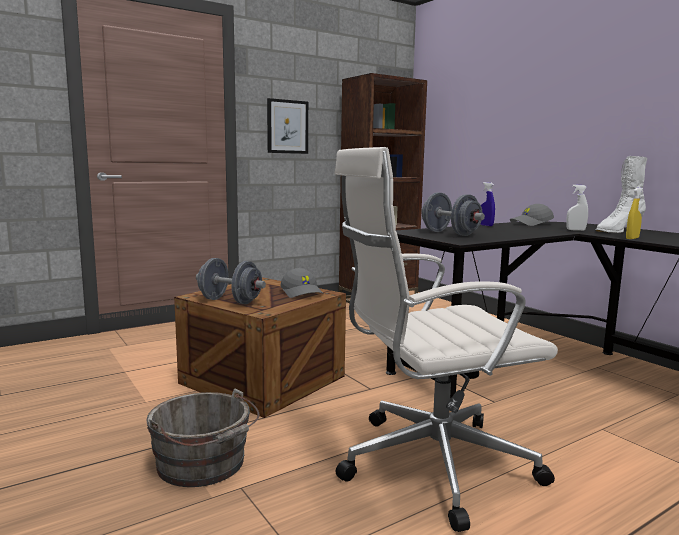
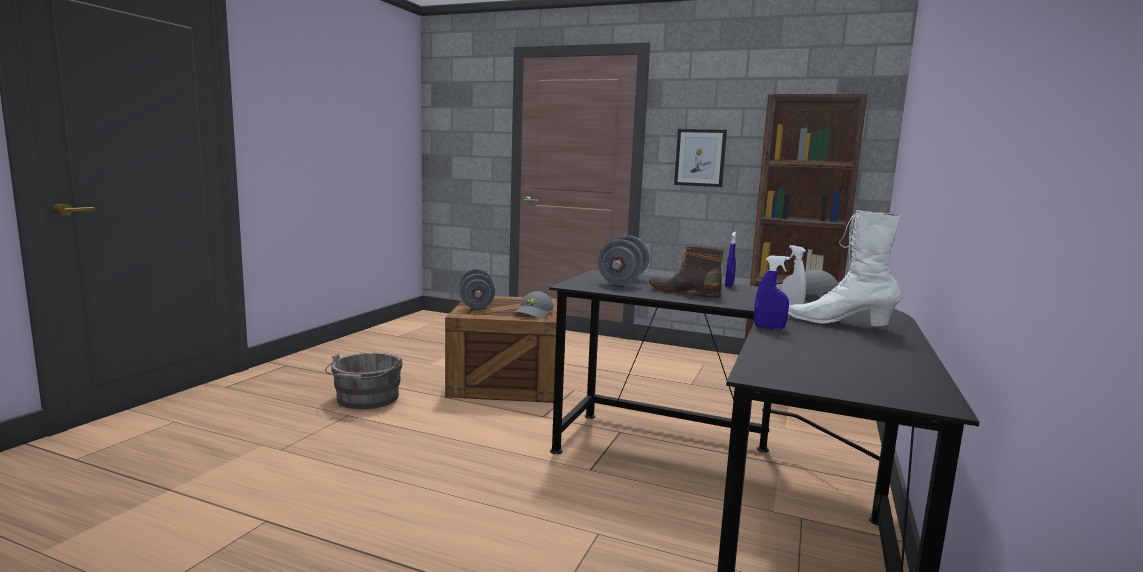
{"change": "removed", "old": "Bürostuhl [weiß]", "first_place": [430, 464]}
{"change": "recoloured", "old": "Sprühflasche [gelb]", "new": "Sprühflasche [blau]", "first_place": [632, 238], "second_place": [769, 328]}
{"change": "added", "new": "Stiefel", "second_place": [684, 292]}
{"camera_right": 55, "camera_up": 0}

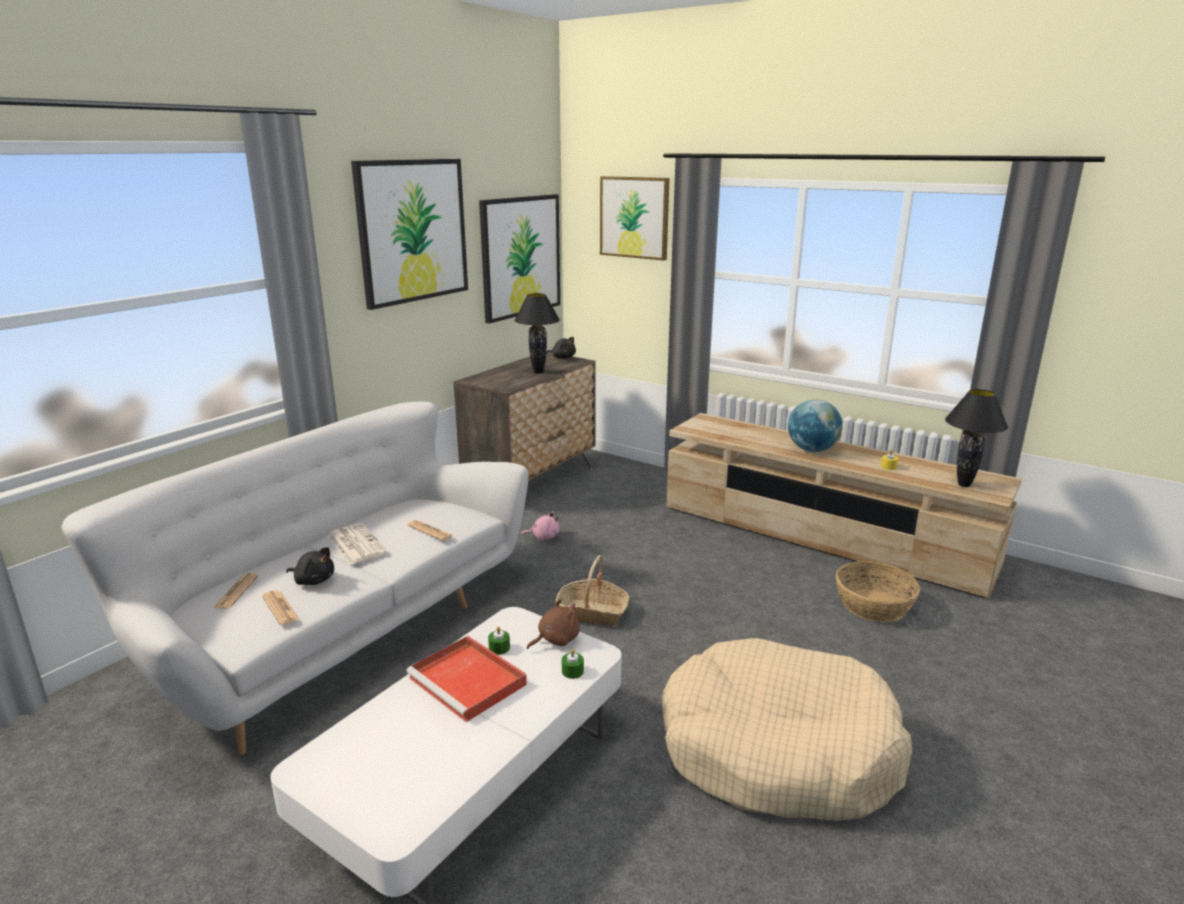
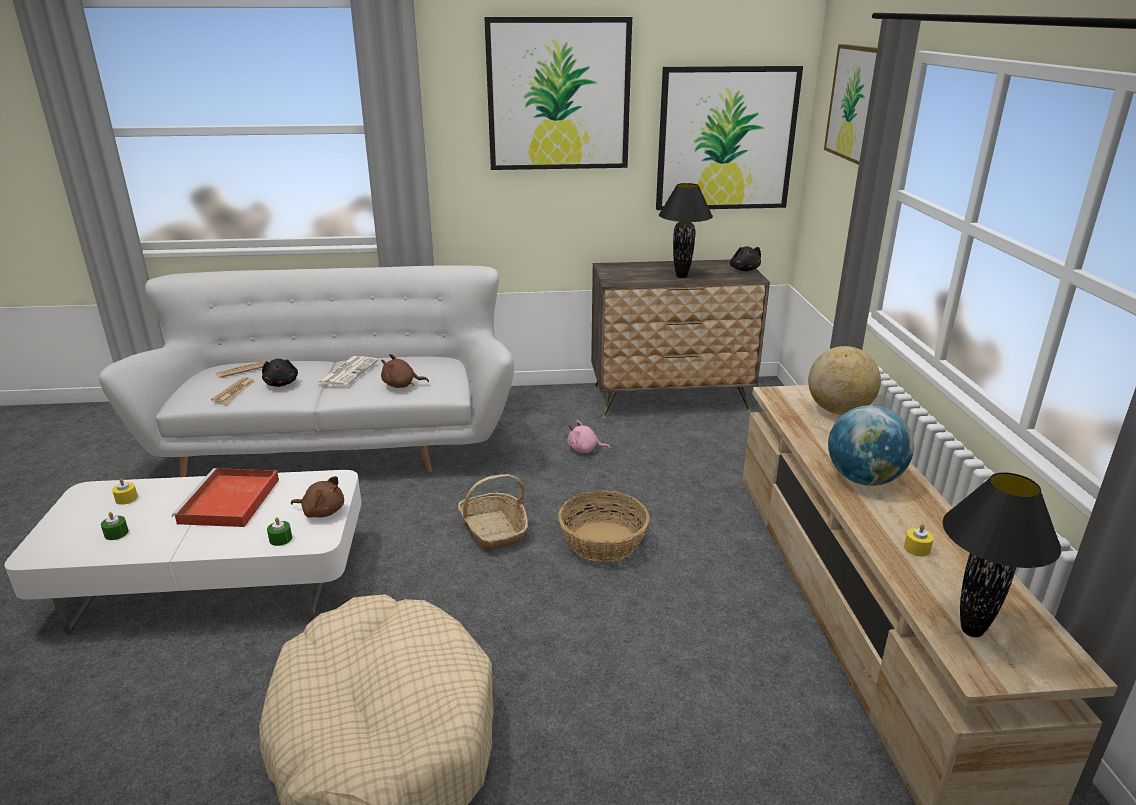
{"change": "replaced", "old": "Zeitung", "new": "Plüschtier [braun]", "first_place": [430, 531], "second_place": [401, 385]}
{"change": "moved", "old": "Kerze [grün]", "first_place": [499, 648], "second_place": [116, 533]}
{"change": "turned", "old": "Plüschtier [rosa]", "first_place": [544, 537], "second_place": [585, 449], "degrees": 135}
{"change": "moved", "old": "Korb", "first_place": [874, 605], "second_place": [603, 542]}
{"change": "added", "new": "Kerze [gelb]", "second_place": [126, 498]}
{"change": "added", "new": "Globus", "second_place": [839, 411]}
{"camera_right": 50, "camera_up": 5}

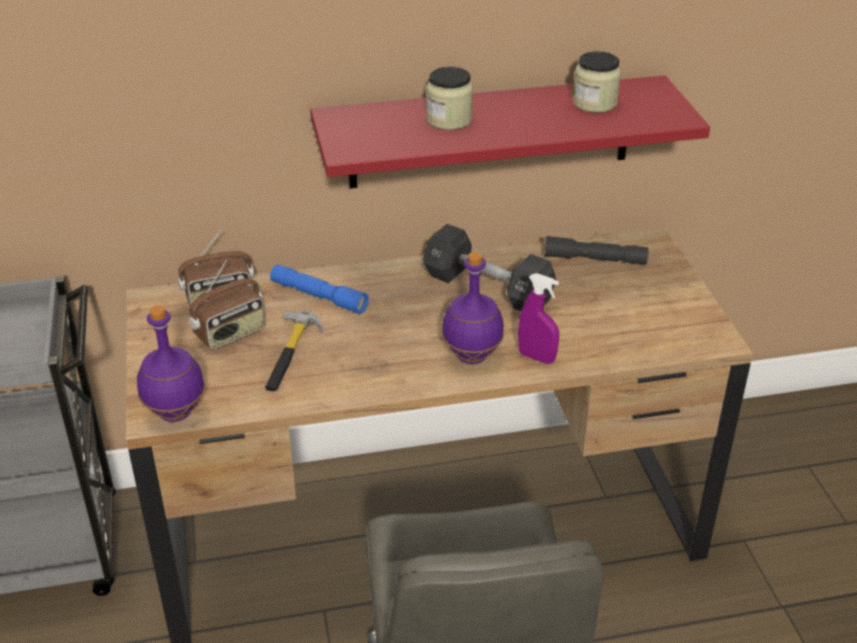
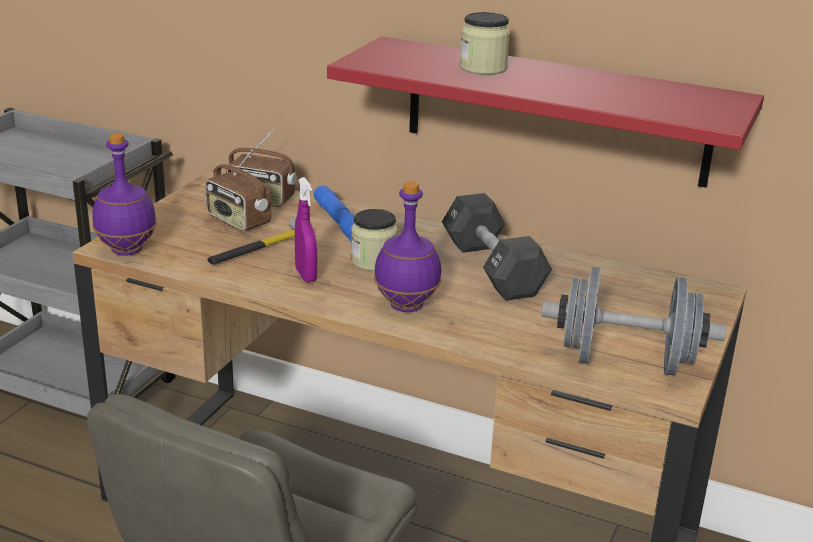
{"change": "turned", "old": "Radio", "first_place": [230, 334], "second_place": [238, 221], "degrees": 45}
{"change": "moved", "old": "Sprühflasche [lila]", "first_place": [536, 357], "second_place": [306, 275]}
{"change": "removed", "old": "Taschenlampe [grau]", "first_place": [595, 259]}
{"change": "moved", "old": "Vorratsglas", "first_place": [594, 103], "second_place": [373, 261]}
{"change": "added", "new": "Hantel [grau]", "second_place": [626, 362]}
{"camera_right": 35, "camera_up": -10}

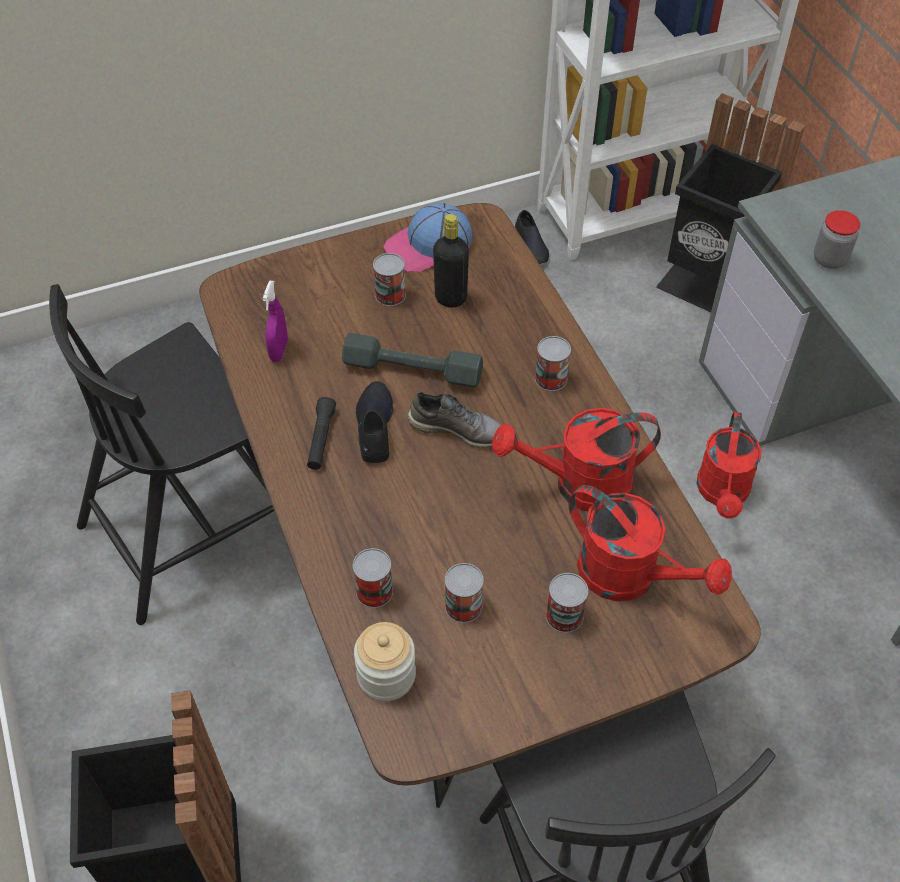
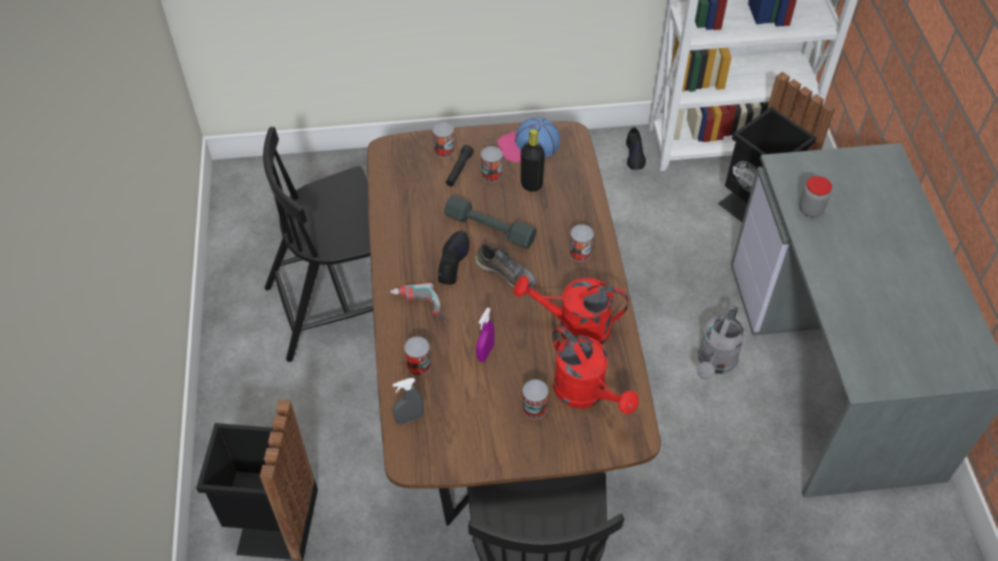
{"change": "moved", "old": "Sprühflasche [lila]", "first_place": [279, 351], "second_place": [485, 353]}
{"change": "moved", "old": "Taschenlampe [schwarz]", "first_place": [321, 439], "second_place": [459, 170]}
{"change": "replaced", "old": "Vorratsglas", "new": "Sprühflasche [grau]", "first_place": [386, 675], "second_place": [409, 418]}
{"change": "moved", "old": "Dose", "first_place": [463, 606], "second_place": [444, 150]}
{"change": "recoloured", "old": "Gießkanne [rot]", "new": "Gießkanne [grau]", "first_place": [723, 494], "second_place": [715, 363]}
{"change": "added", "new": "Bohrmaschine", "second_place": [419, 309]}
{"camera_right": 15, "camera_up": 0}

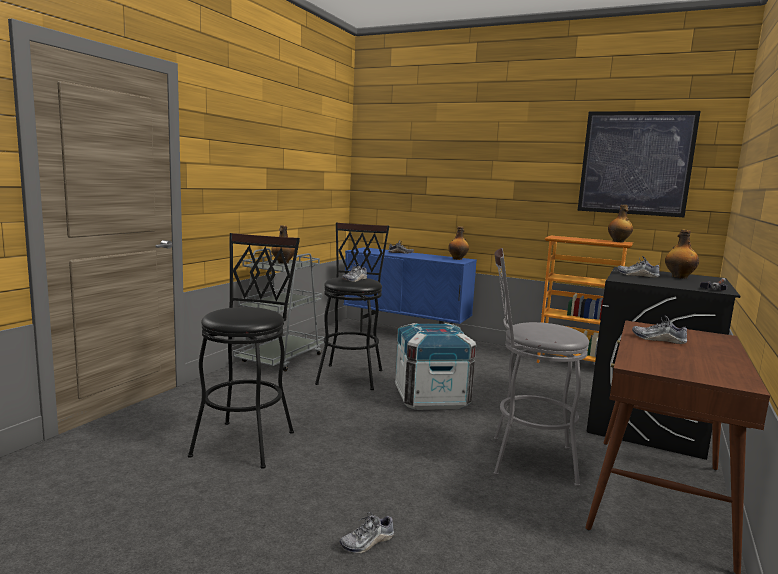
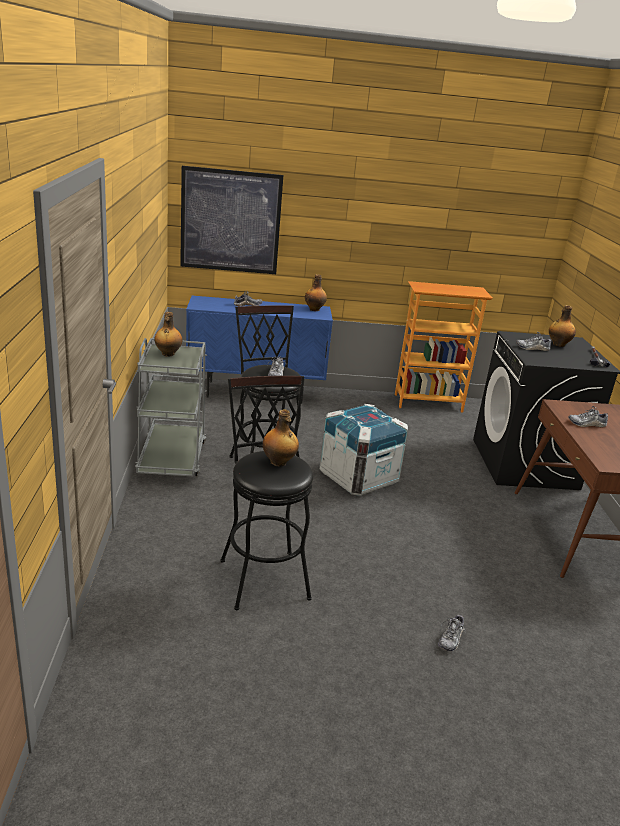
{"change": "removed", "old": "Hocker [grau]", "first_place": [523, 459]}
{"change": "moved", "old": "Bild", "first_place": [635, 163], "second_place": [230, 221]}
{"change": "moved", "old": "Flasche", "first_place": [618, 241], "second_place": [279, 462]}
{"camera_right": -30, "camera_up": 15}

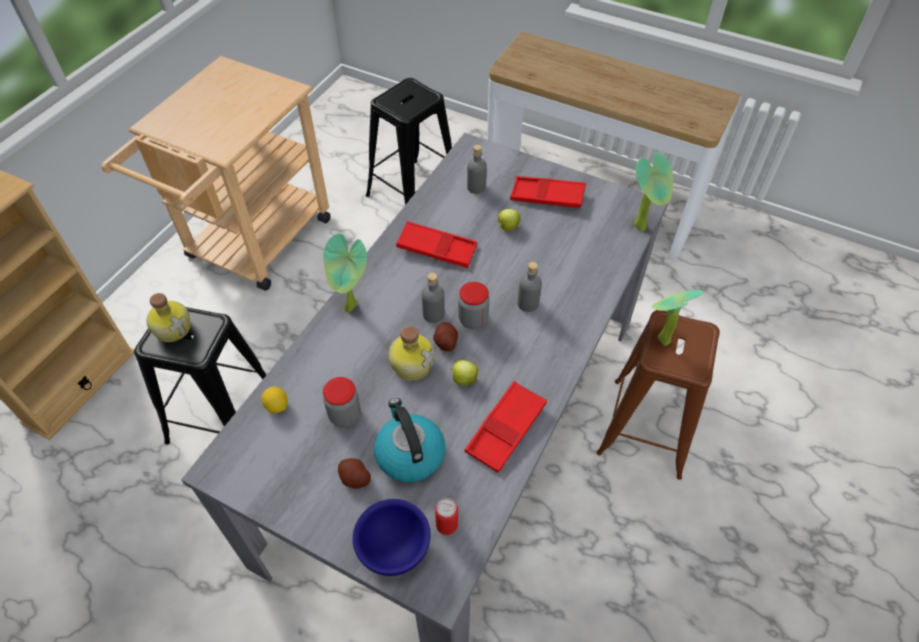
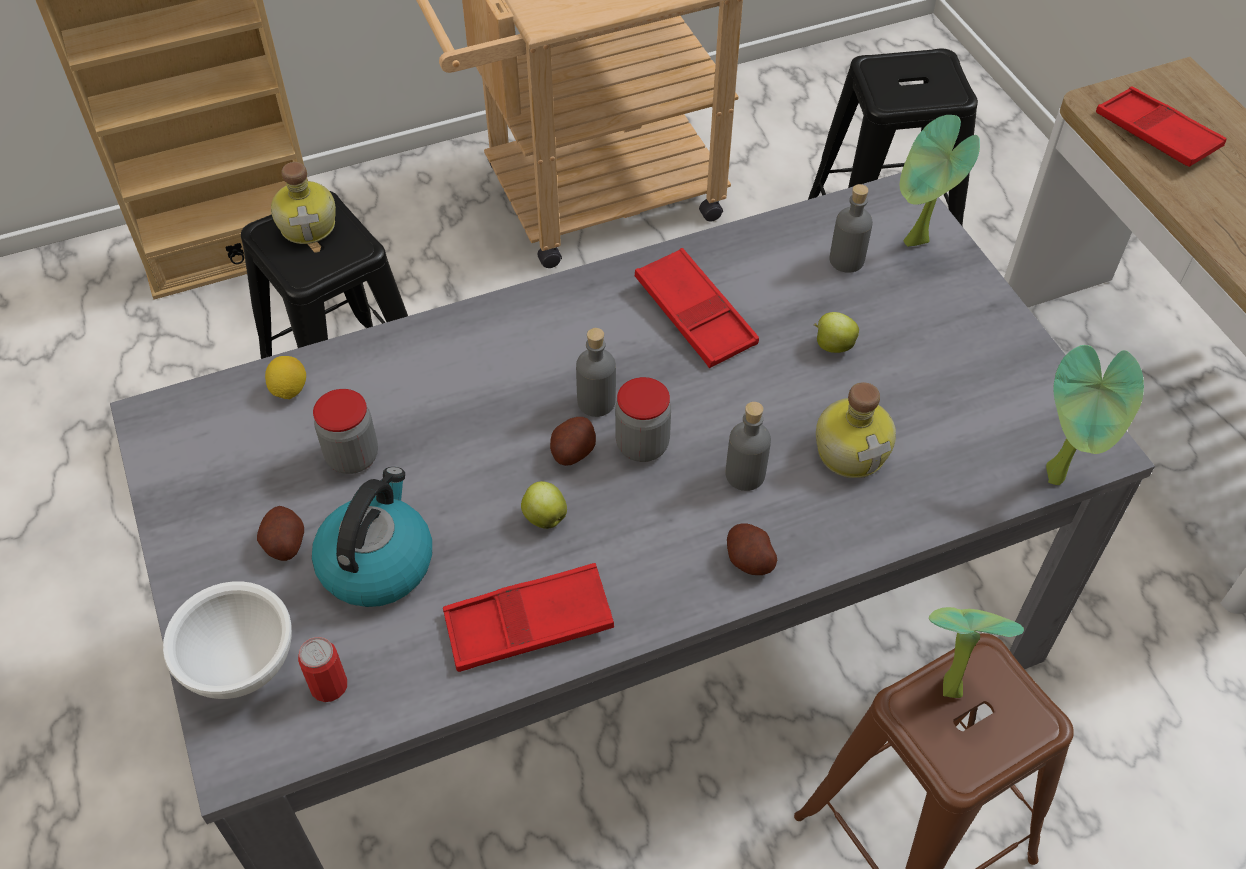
{"change": "moved", "old": "Topfpflanze", "first_place": [352, 309], "second_place": [915, 245]}
{"change": "recoloured", "old": "Schüssel [blau]", "new": "Schüssel [weiß]", "first_place": [395, 548], "second_place": [242, 664]}
{"change": "moved", "old": "Flasche", "first_place": [412, 363], "second_place": [852, 450]}
{"change": "moved", "old": "Tablett [rot]", "first_place": [547, 196], "second_place": [1156, 134]}
{"change": "added", "new": "Kartoffel", "second_place": [749, 560]}
{"camera_right": 40, "camera_up": 0}

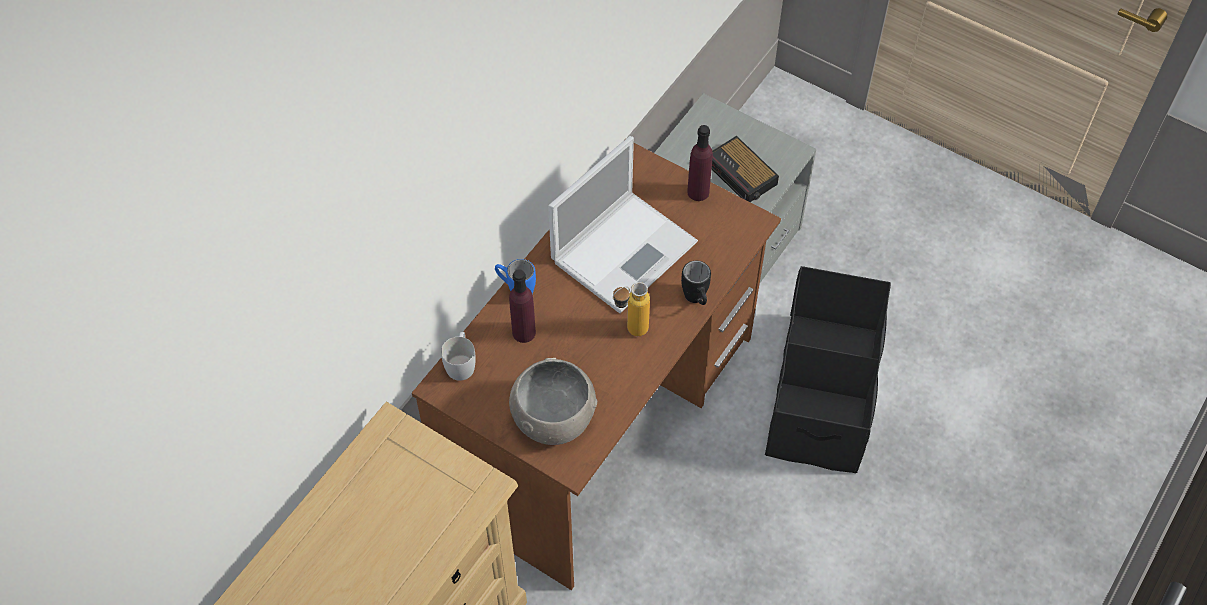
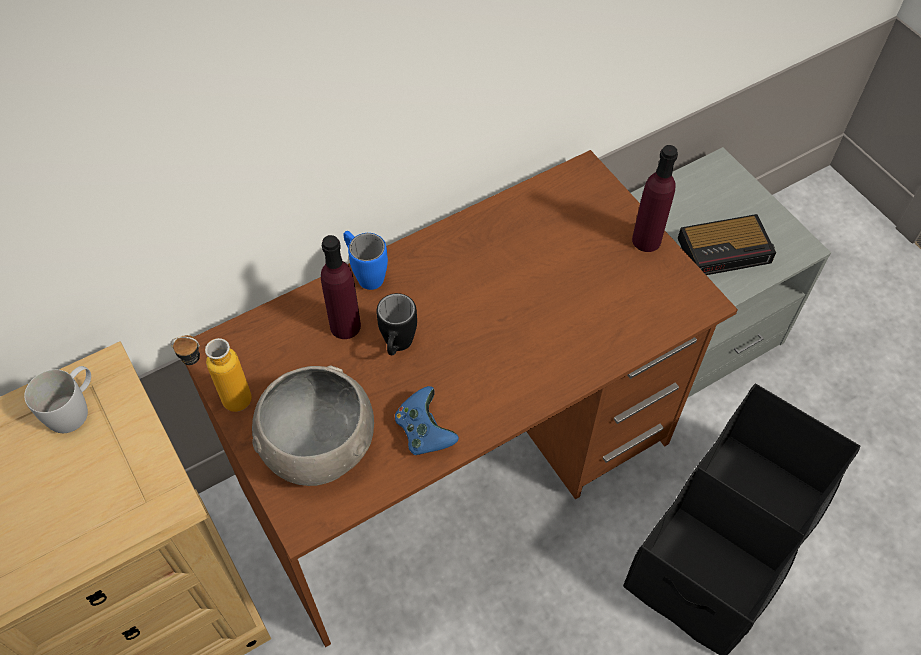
{"change": "moved", "old": "Henkelbecher [weiß]", "first_place": [461, 363], "second_place": [74, 408]}
{"change": "removed", "old": "Laptop", "first_place": [625, 249]}
{"change": "moved", "old": "Flasche", "first_place": [629, 332], "second_place": [224, 400]}
{"change": "moved", "old": "Henkelbecher [schwarz]", "first_place": [696, 300], "second_place": [397, 348]}
{"change": "turned", "old": "Wecker", "first_place": [742, 175], "second_place": [726, 250], "degrees": -90}
{"change": "added", "new": "Gamepad [blau]", "second_place": [424, 431]}
{"camera_right": 25, "camera_up": 0}

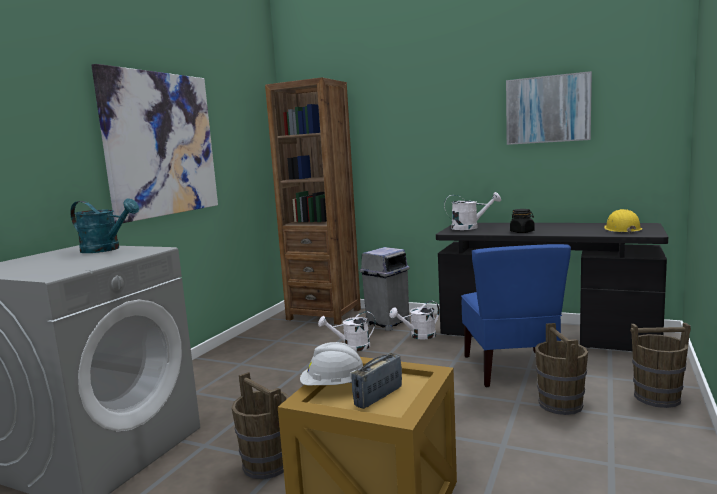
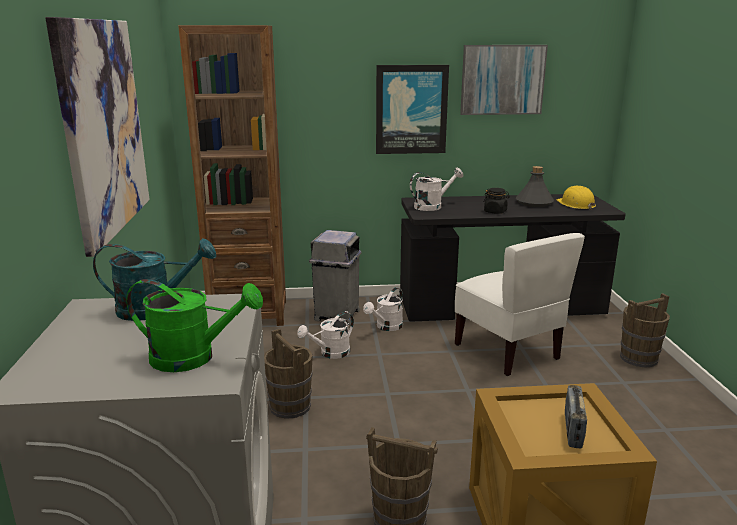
{"change": "removed", "old": "Schutzhelm [weiß]", "first_place": [334, 387]}
{"change": "recoloured", "old": "Stuhl [blau]", "new": "Stuhl [weiß]", "first_place": [510, 369], "second_place": [508, 351]}
{"change": "moved", "old": "Eimer [braun]", "first_place": [560, 404], "second_place": [290, 406]}
{"change": "added", "new": "Gießkanne [grün]", "second_place": [194, 358]}
{"change": "added", "new": "Bild", "second_place": [411, 109]}
{"change": "added", "new": "Flasche [grau]", "second_place": [534, 203]}
{"camera_right": -30, "camera_up": 10}

